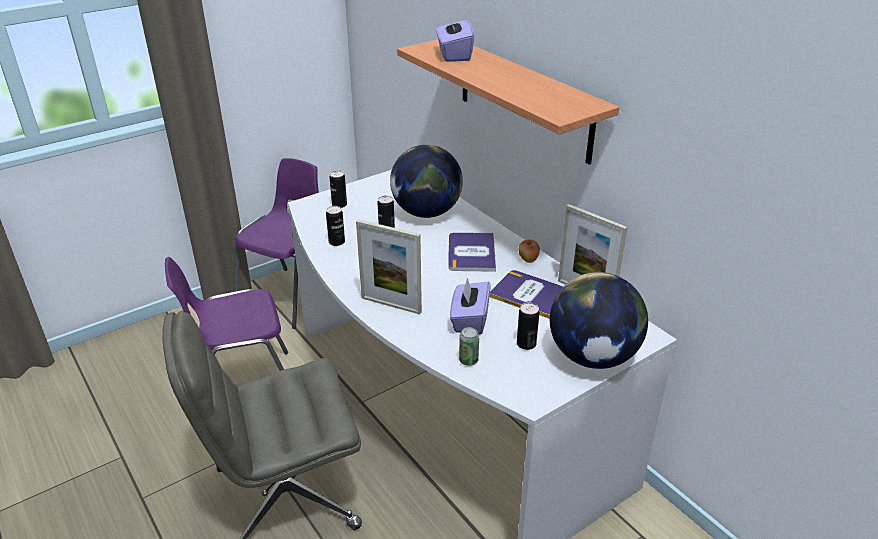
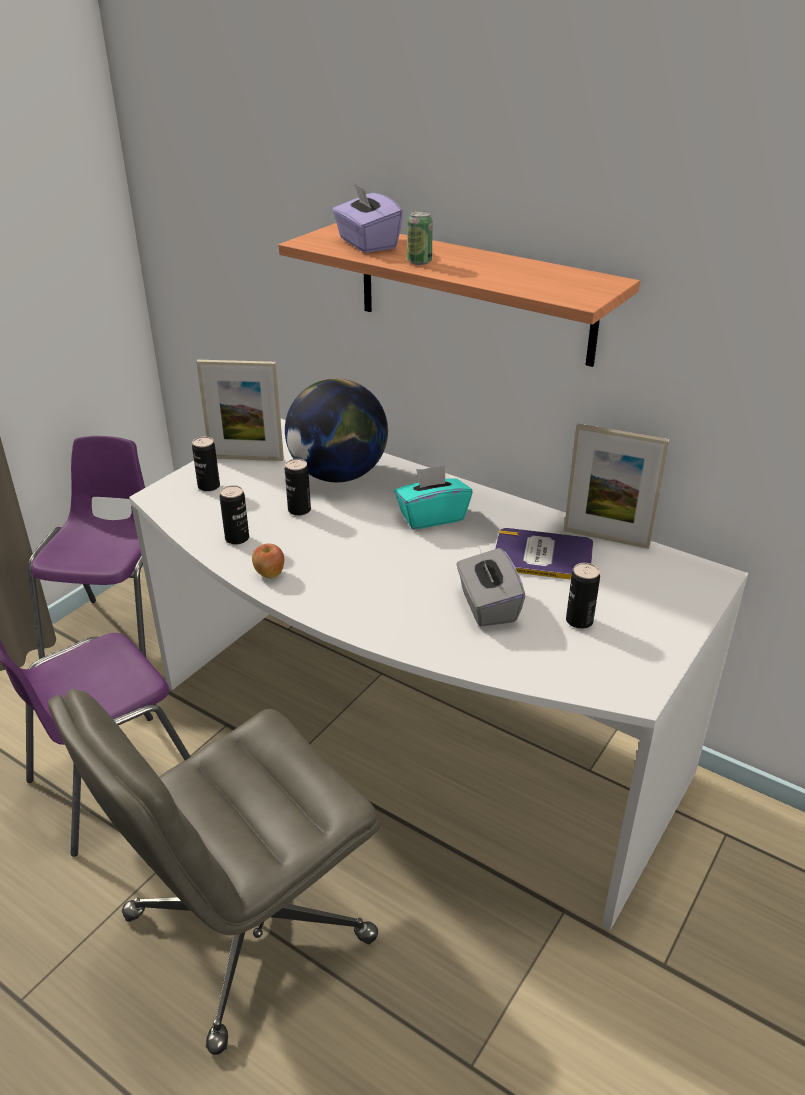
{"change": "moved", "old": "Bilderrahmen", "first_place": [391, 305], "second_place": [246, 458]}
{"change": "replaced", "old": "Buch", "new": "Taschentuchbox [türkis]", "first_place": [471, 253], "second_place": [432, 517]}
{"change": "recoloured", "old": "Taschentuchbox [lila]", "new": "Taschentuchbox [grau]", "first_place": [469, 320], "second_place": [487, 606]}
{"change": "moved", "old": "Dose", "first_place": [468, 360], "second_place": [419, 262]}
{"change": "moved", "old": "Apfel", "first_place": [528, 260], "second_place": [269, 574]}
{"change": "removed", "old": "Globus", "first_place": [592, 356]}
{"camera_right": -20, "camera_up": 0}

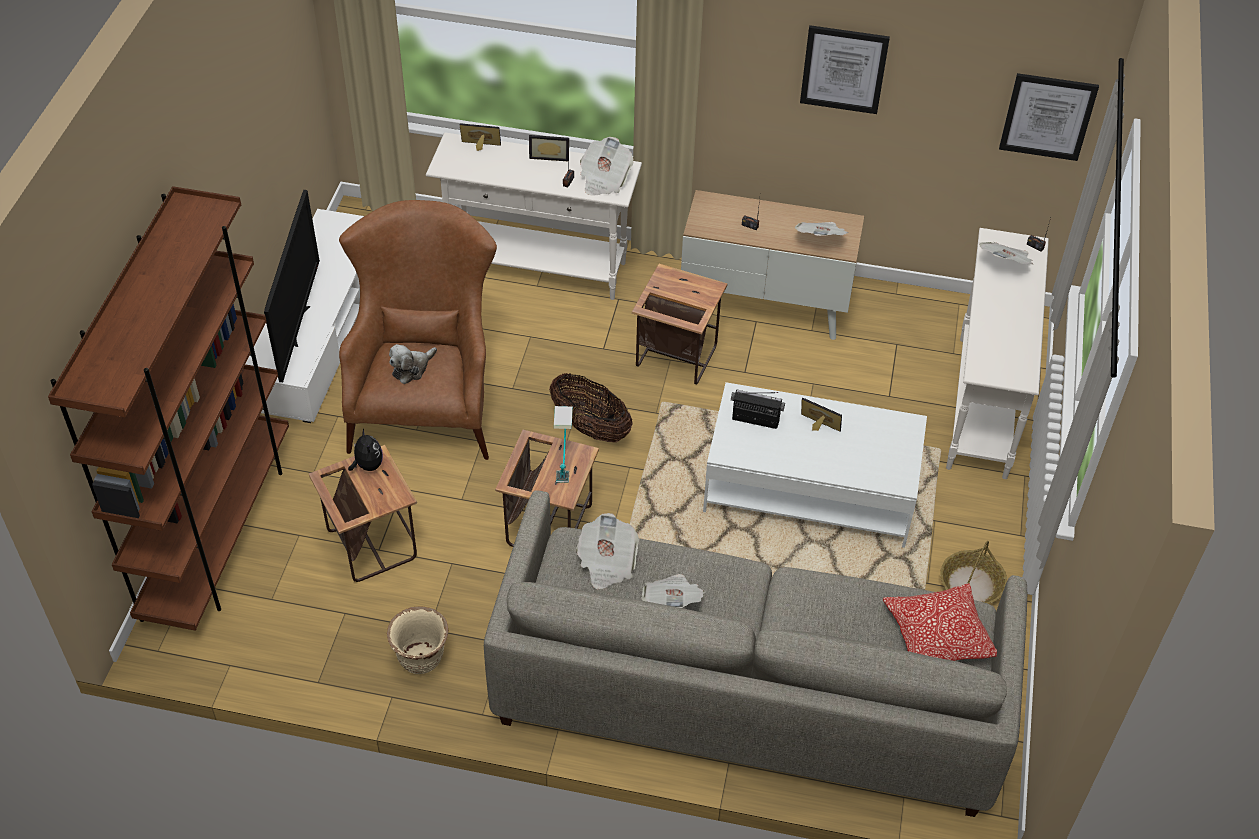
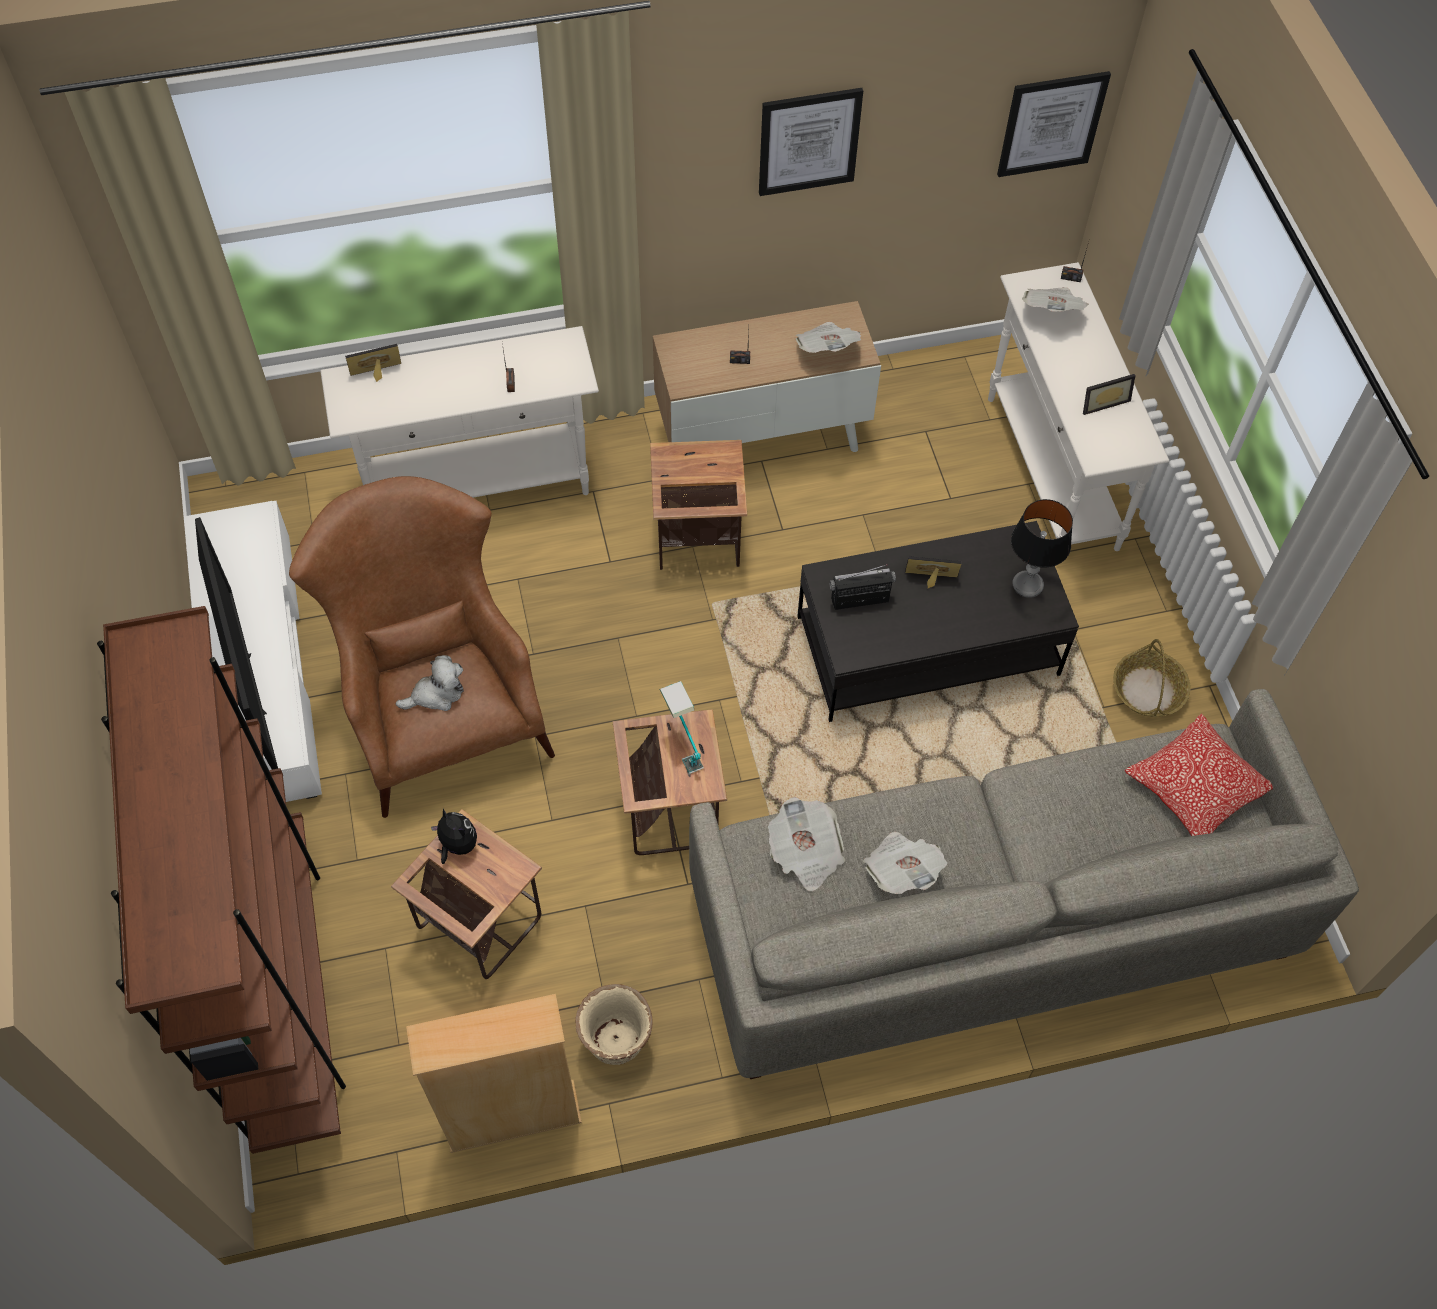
{"change": "turned", "old": "Plüschtier", "first_place": [412, 368], "second_place": [436, 694], "degrees": -135}
{"change": "moved", "old": "Bilderrahmen", "first_place": [549, 155], "second_place": [1102, 401]}
{"change": "removed", "old": "Korb", "first_place": [590, 427]}
{"change": "removed", "old": "Zeitung", "first_place": [604, 179]}
{"change": "recoloured", "old": "Couchtisch [weiß]", "new": "Couchtisch [schwarz]", "first_place": [809, 490], "second_place": [927, 647]}
{"change": "added", "new": "Bücherregal [beige]", "second_place": [513, 1117]}
{"change": "added", "new": "Tischlampe", "second_place": [1027, 585]}
{"camera_right": -25, "camera_up": 10}

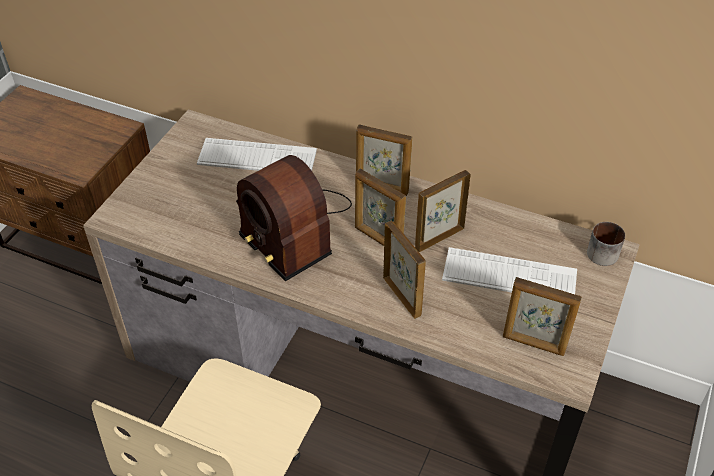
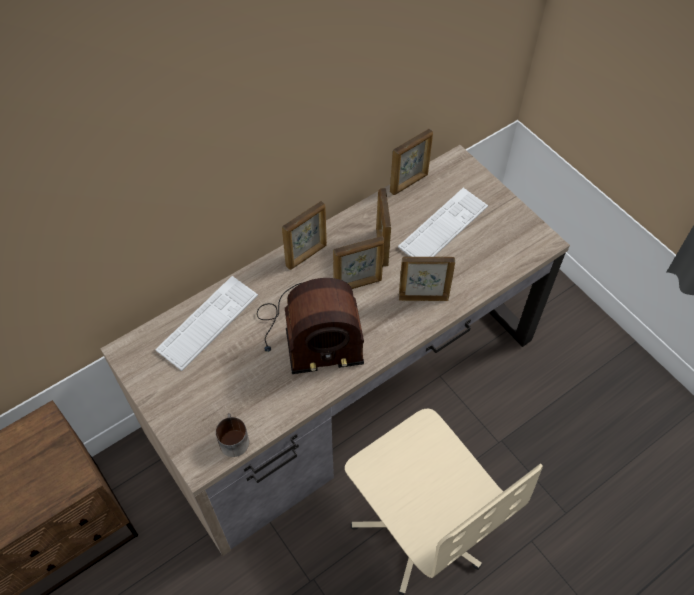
{"change": "moved", "old": "Bilderrahmen", "first_place": [533, 344], "second_place": [409, 183]}
{"change": "moved", "old": "Henkelbecher", "first_place": [604, 251], "second_place": [232, 439]}
{"camera_right": -60, "camera_up": 10}

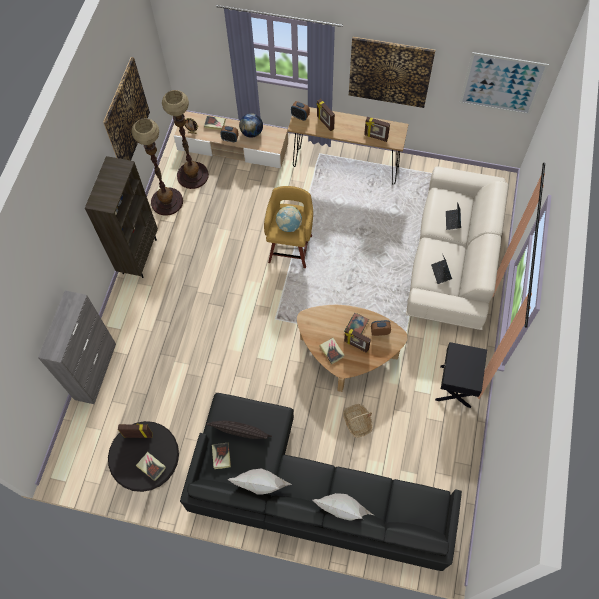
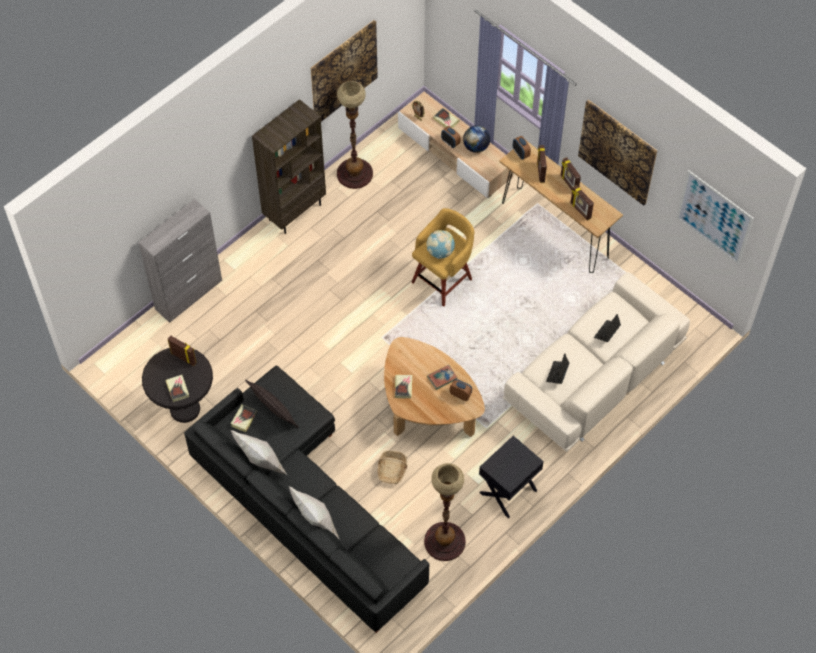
{"change": "moved", "old": "Stehlampe", "first_place": [192, 175], "second_place": [445, 541]}
{"change": "moved", "old": "Bilderrahmen", "first_place": [356, 345], "second_place": [569, 184]}
{"camera_right": 30, "camera_up": -5}

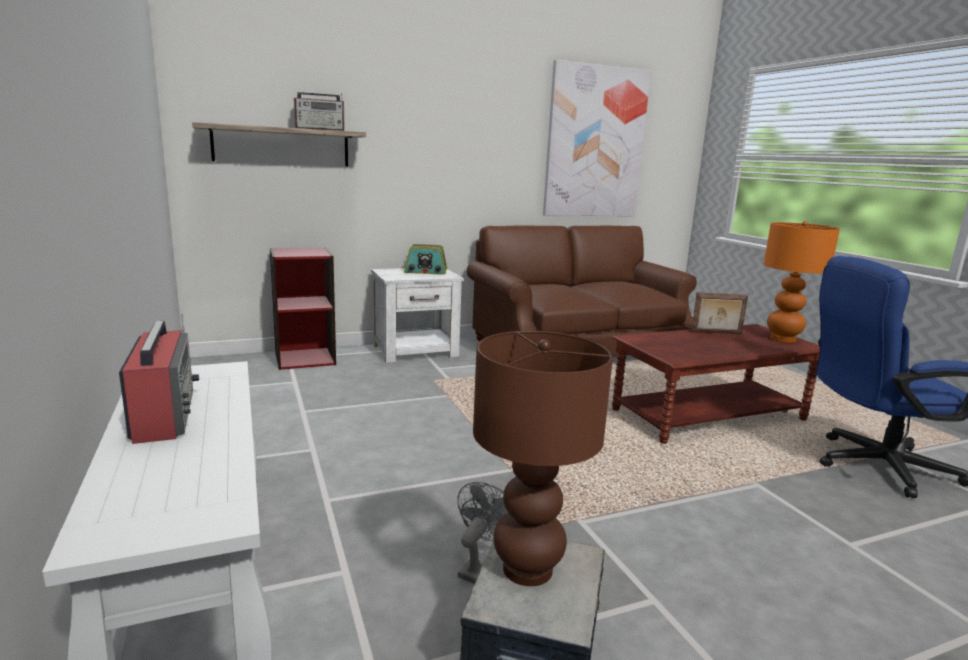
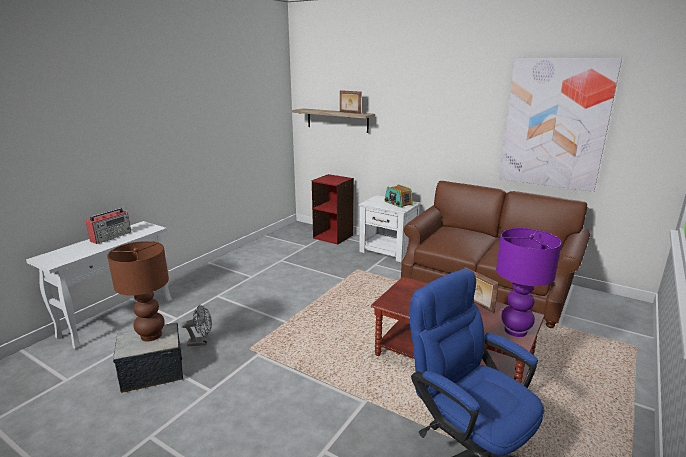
{"change": "replaced", "old": "Radio", "new": "Bilderrahmen", "first_place": [320, 129], "second_place": [349, 112]}
{"change": "recoloured", "old": "Tischlampe [orange]", "new": "Tischlampe [lila]", "first_place": [782, 338], "second_place": [515, 330]}
{"camera_right": 55, "camera_up": 5}

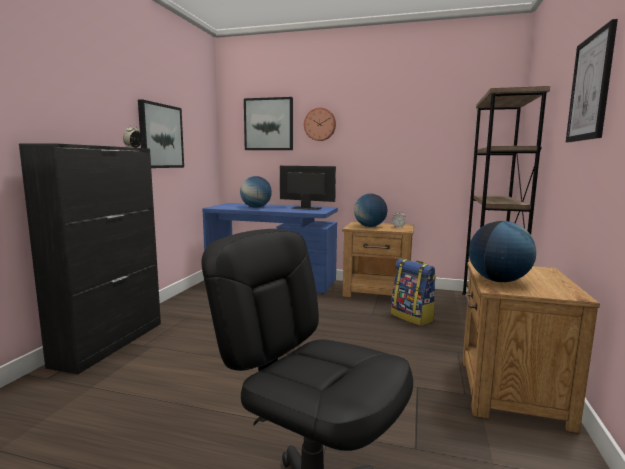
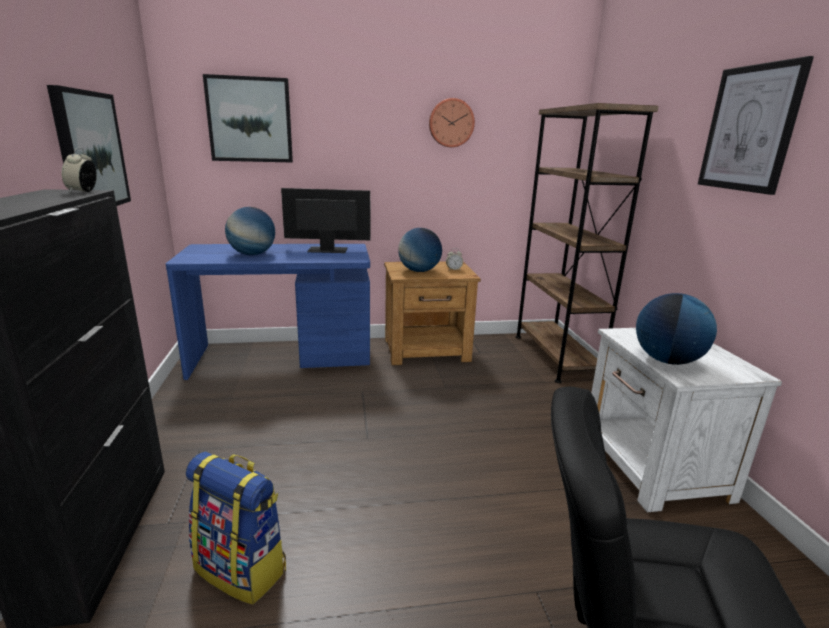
{"change": "moved", "old": "Wanduhr", "first_place": [320, 124], "second_place": [451, 123]}
{"change": "moved", "old": "Rucksack", "first_place": [413, 317], "second_place": [242, 568]}
{"change": "recoloured", "old": "Nachttisch [braun]", "new": "Nachttisch [weiß]", "first_place": [510, 392], "second_place": [653, 467]}
{"camera_right": -25, "camera_up": 10}

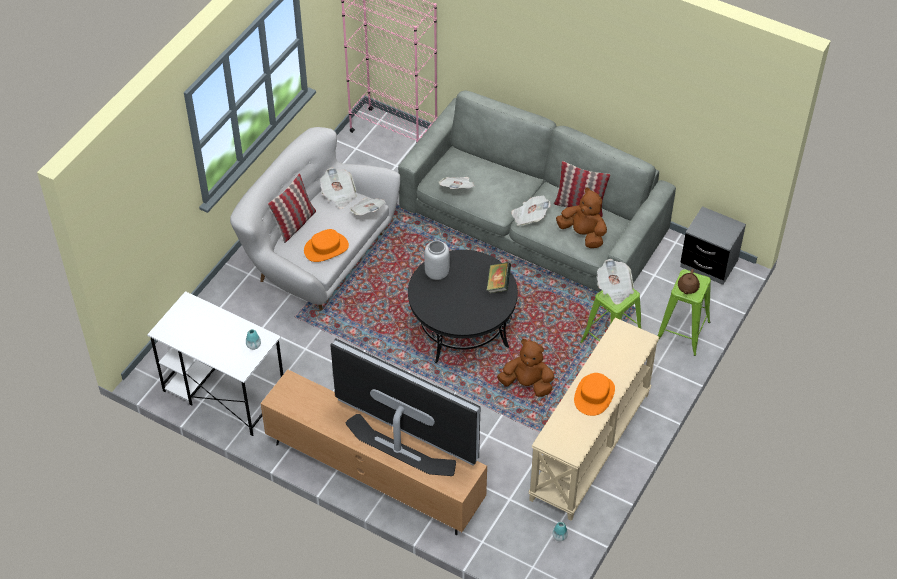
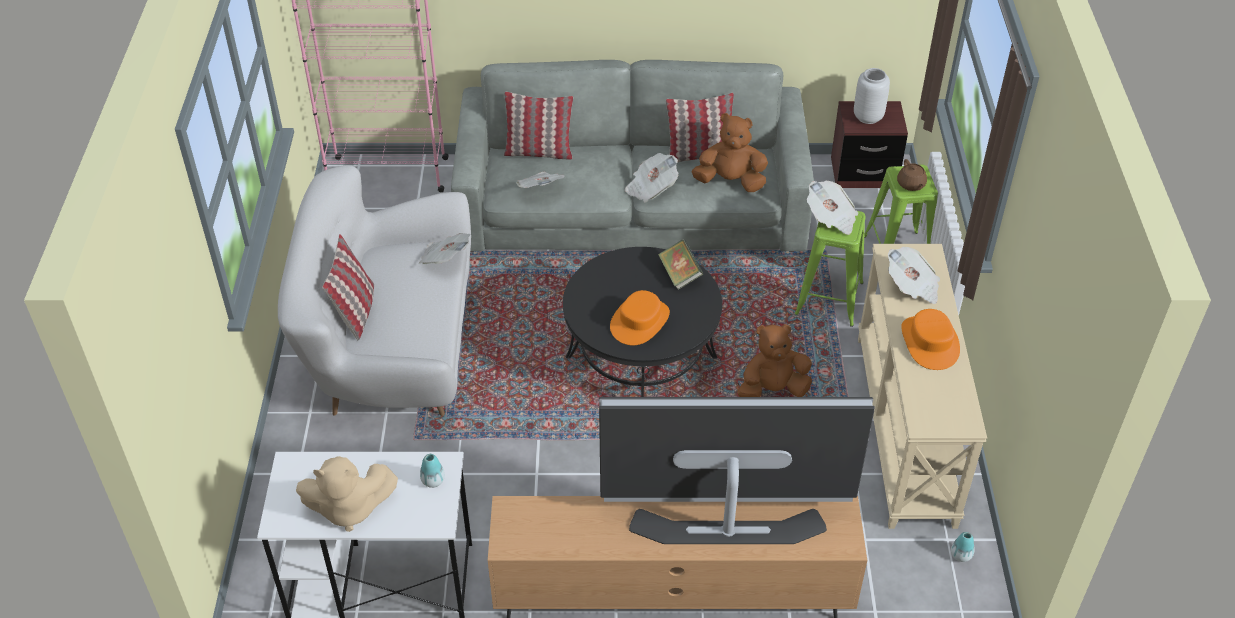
{"change": "moved", "old": "Hut [orange]", "first_place": [326, 248], "second_place": [640, 321]}
{"change": "moved", "old": "Zeitung", "first_place": [339, 195], "second_place": [912, 287]}
{"change": "moved", "old": "Vase [grau]", "first_place": [436, 273], "second_place": [867, 117]}
{"change": "recoloured", "old": "Nachttisch [grau]", "new": "Nachttisch [braun]", "first_place": [708, 264], "second_place": [863, 173]}
{"change": "added", "new": "Plüschtier [beige]", "second_place": [349, 509]}
{"change": "added", "new": "Kissen", "second_place": [539, 152]}
{"camera_right": -30, "camera_up": -5}

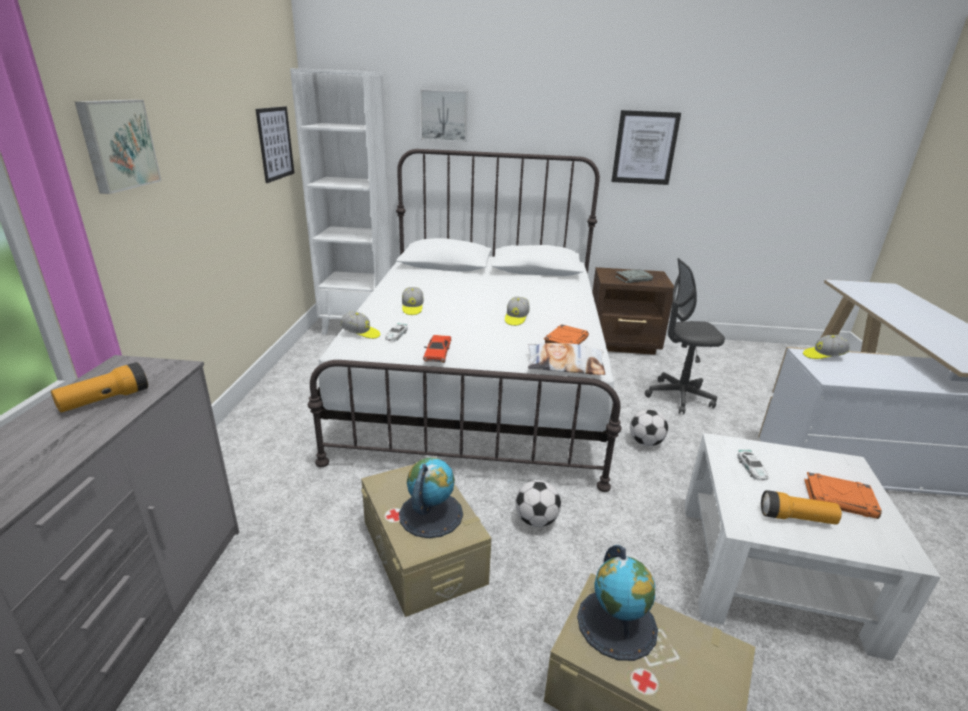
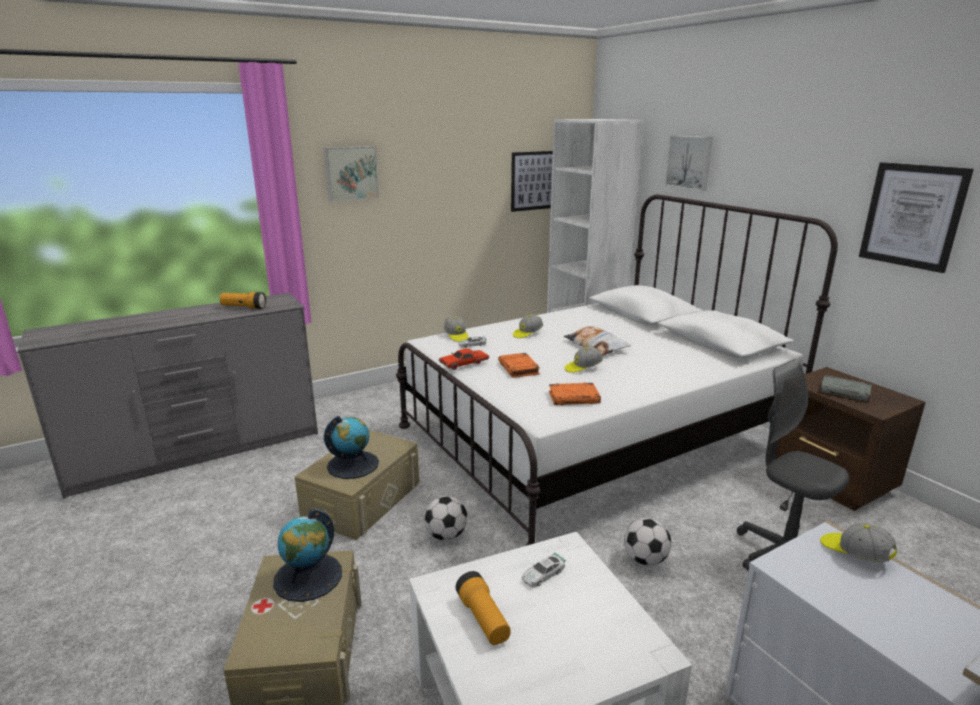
{"change": "moved", "old": "Kissen", "first_place": [565, 365], "second_place": [596, 346]}
{"change": "moved", "old": "Buch [orange]", "first_place": [840, 499], "second_place": [519, 368]}
{"camera_right": 55, "camera_up": -5}

